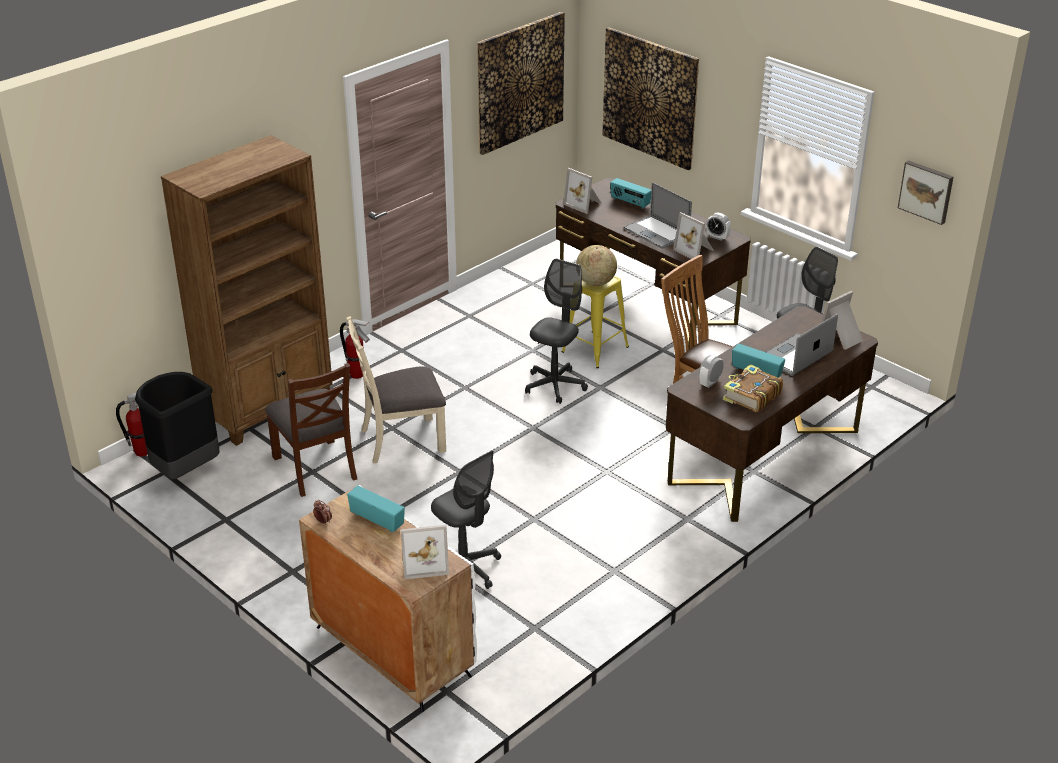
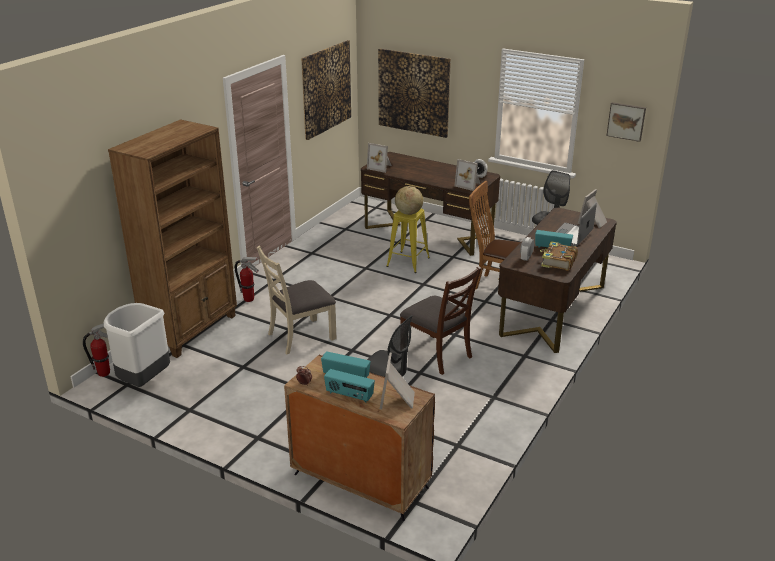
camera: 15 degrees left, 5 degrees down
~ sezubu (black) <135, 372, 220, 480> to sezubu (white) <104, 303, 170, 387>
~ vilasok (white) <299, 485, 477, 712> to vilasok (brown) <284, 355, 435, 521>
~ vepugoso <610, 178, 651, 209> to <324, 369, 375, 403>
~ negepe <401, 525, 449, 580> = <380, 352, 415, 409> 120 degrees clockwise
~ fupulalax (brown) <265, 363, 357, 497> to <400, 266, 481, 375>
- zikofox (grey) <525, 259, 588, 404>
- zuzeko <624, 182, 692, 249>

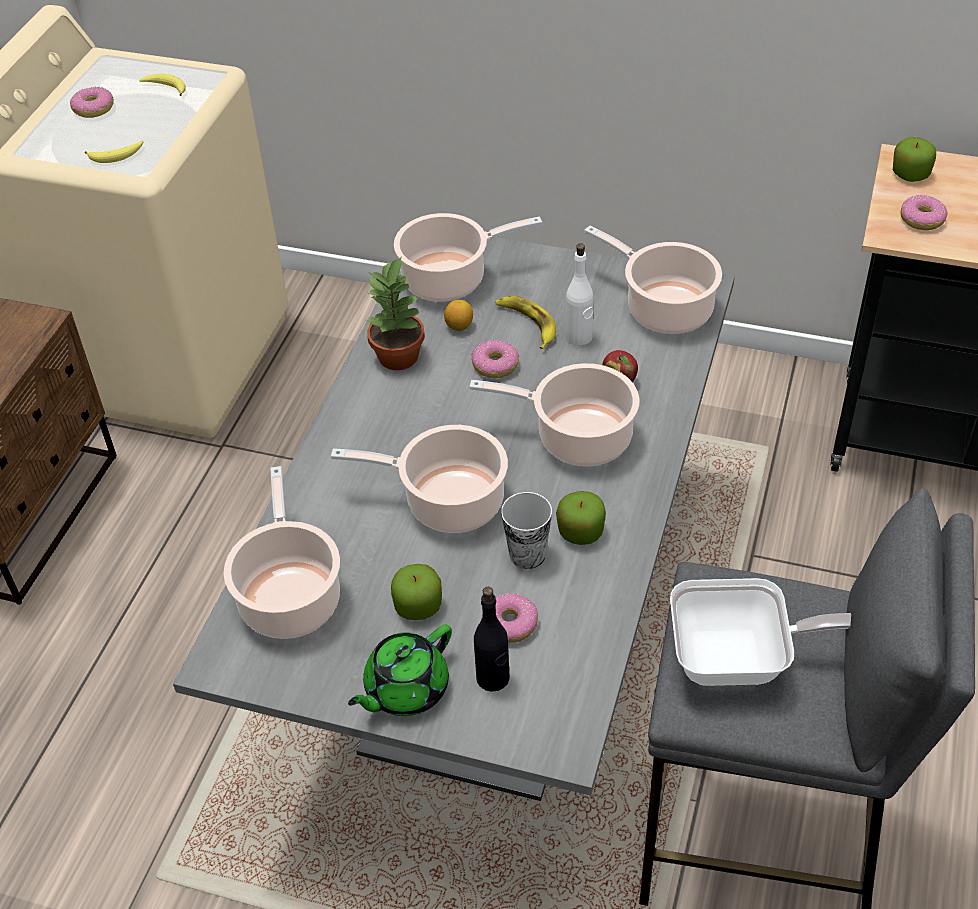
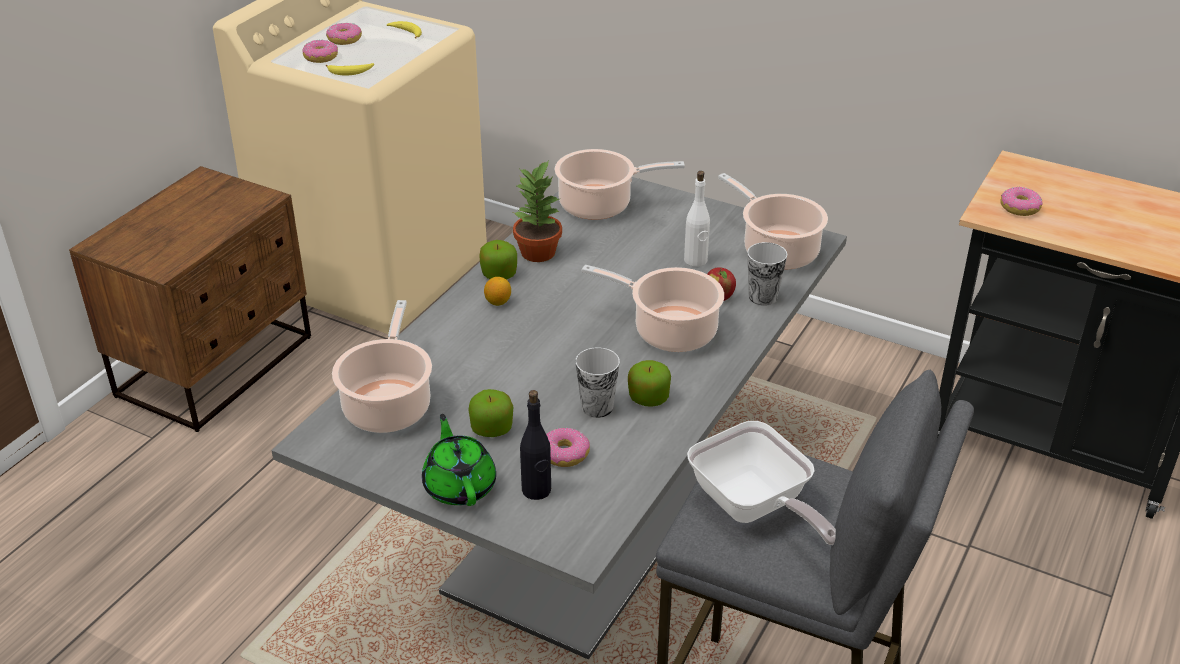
camera: 10 degrees right, 10 degrees down
~ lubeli <472, 340, 519, 378> to <302, 40, 338, 63>
~ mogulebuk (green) <348, 625, 452, 716> = <422, 414, 496, 506> 105 degrees clockwise
~ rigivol <893, 137, 936, 182> to <479, 240, 517, 279>
~ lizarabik <444, 300, 473, 331> to <484, 277, 511, 306>
~ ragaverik <670, 578, 851, 686> = <687, 421, 836, 545> 45 degrees clockwise
+ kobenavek <747, 242, 787, 306>
- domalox <331, 425, 508, 533>
- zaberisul <495, 296, 556, 349>

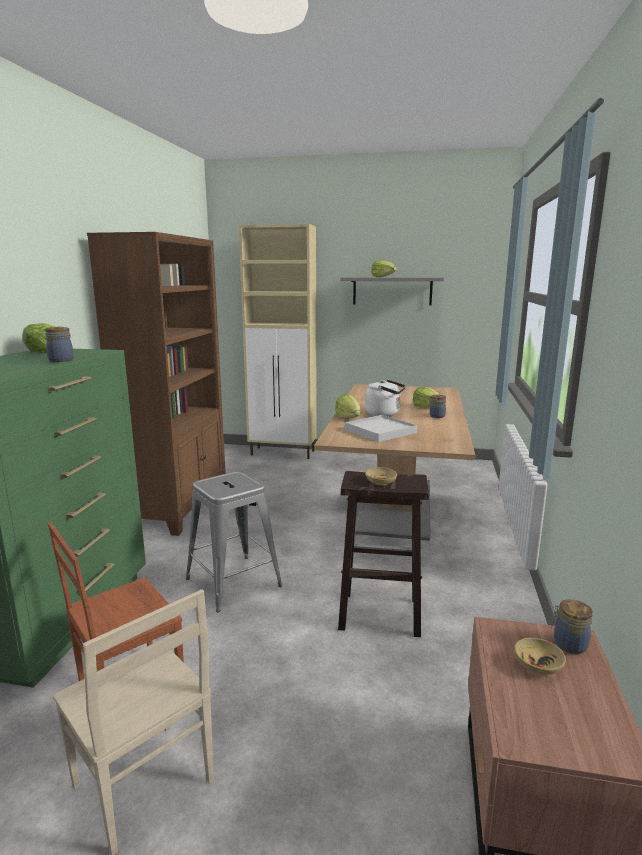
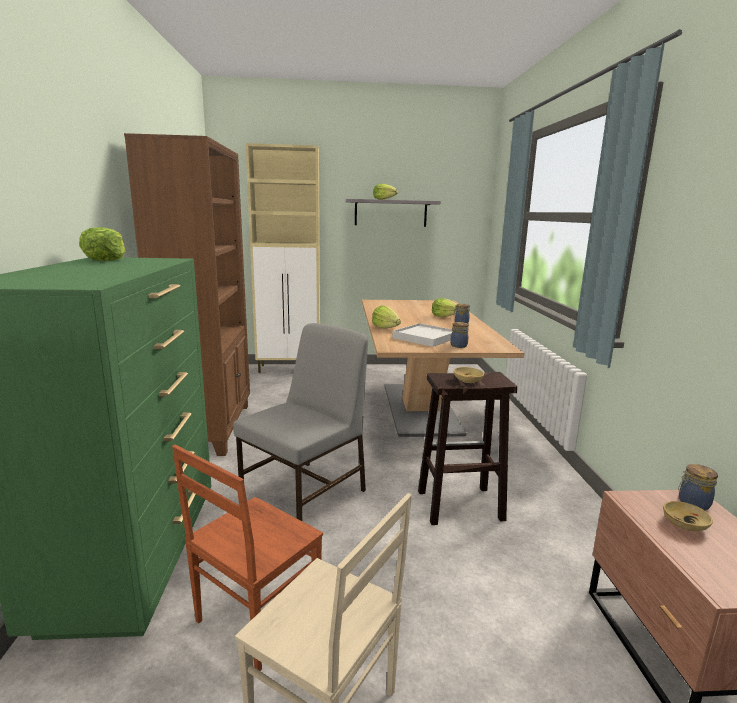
camera: 15 degrees left, 0 degrees up
~ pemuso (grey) <186, 471, 282, 612> to fupulalax (grey) <233, 323, 368, 521>
~ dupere <45, 327, 74, 362> to <451, 322, 469, 348>
- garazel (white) <365, 380, 406, 416>

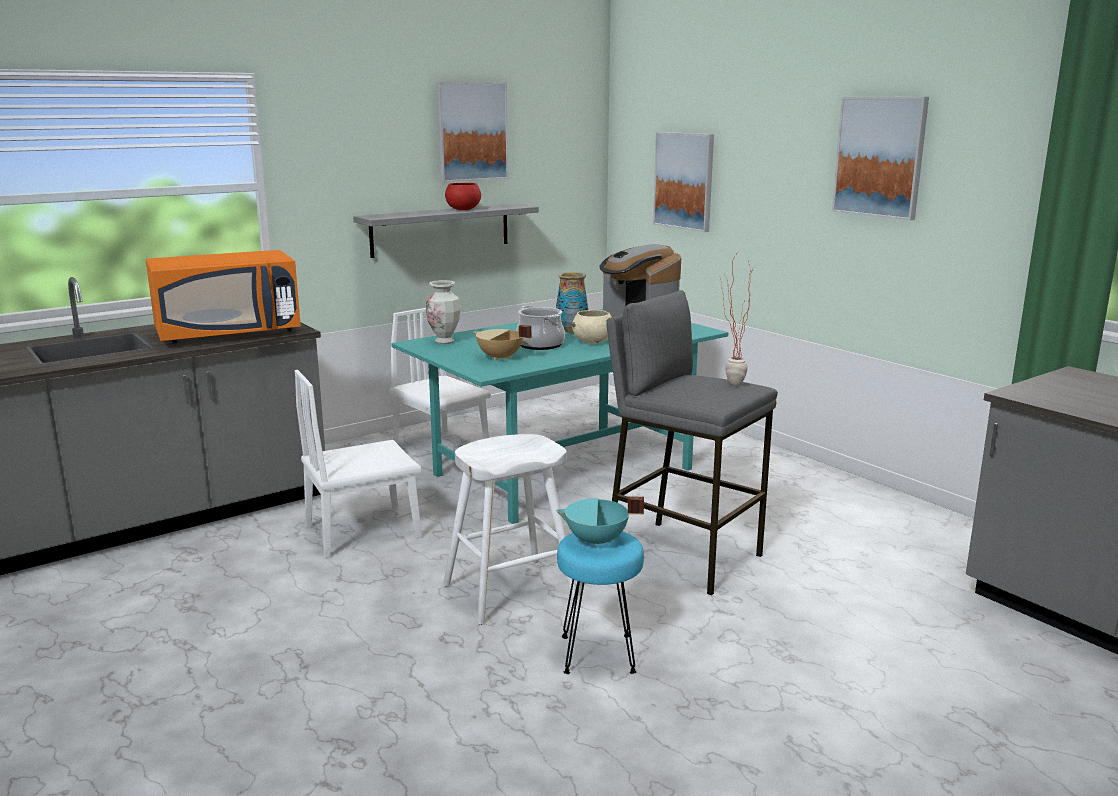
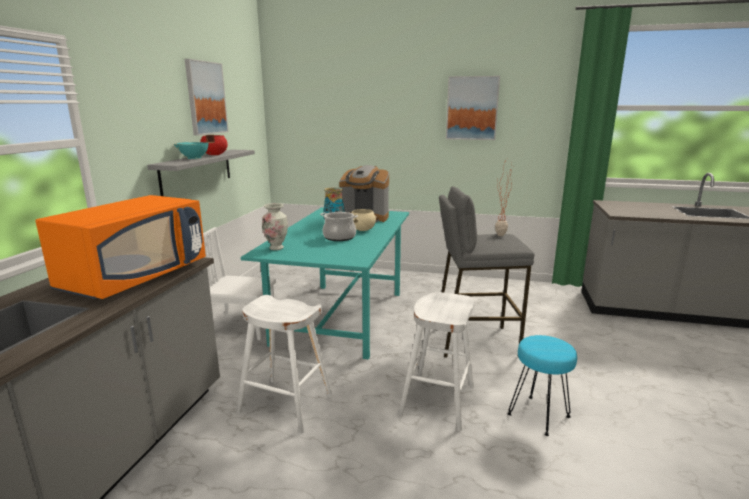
camera: 40 degrees left, 0 degrees up
~ domalox (turquoise) <556, 496, 644, 548> to <173, 135, 215, 159>
~ fupulalax (white) <295, 370, 422, 558> to pemuso (white) <236, 295, 333, 433>
- domalox (beige) <473, 325, 532, 361>
- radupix <653, 132, 714, 232>

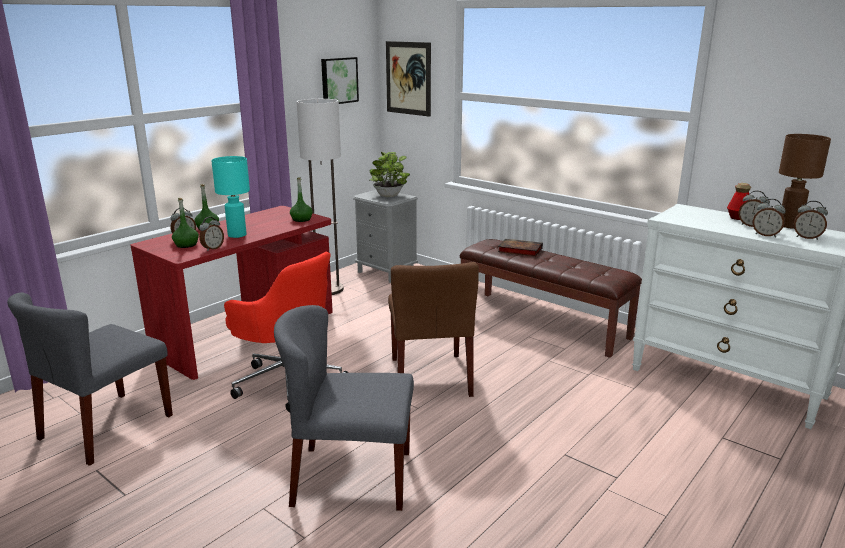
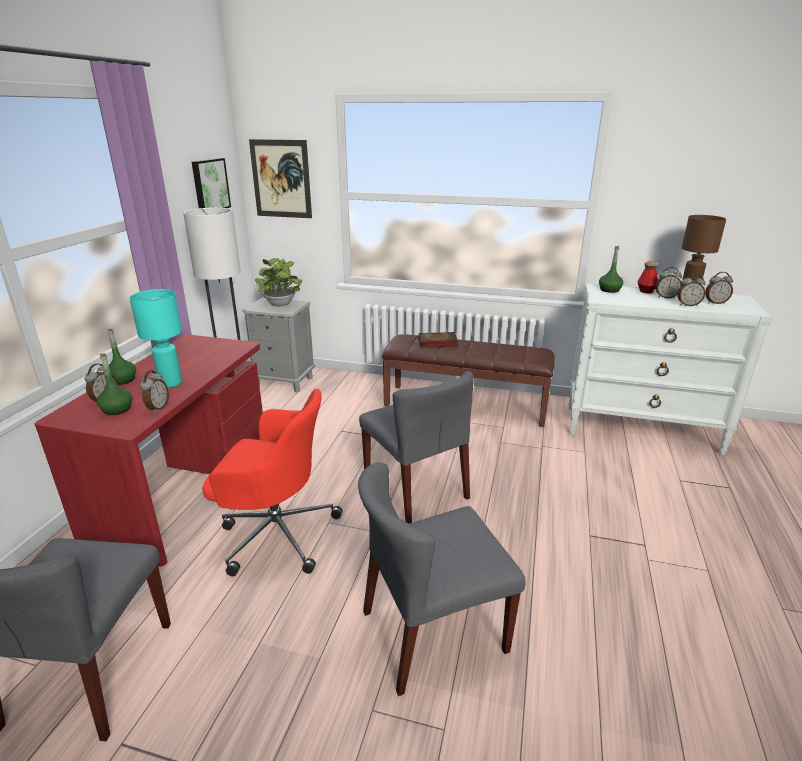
camera: 25 degrees left, 5 degrees up
~ fupulalax (brown) <388, 262, 479, 397> to fupulalax (grey) <359, 371, 474, 523>
~ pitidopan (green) <290, 177, 313, 222> to <599, 246, 624, 293>

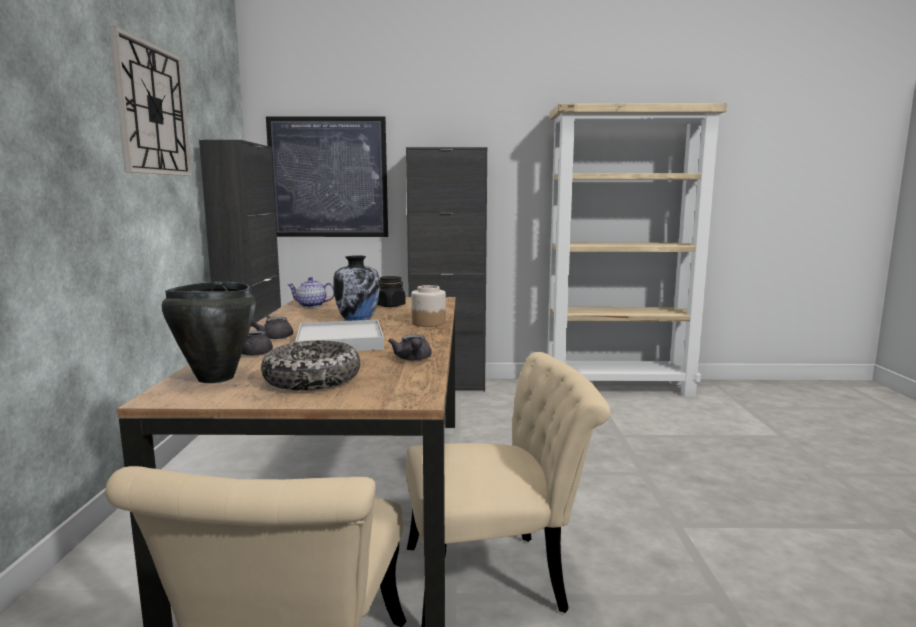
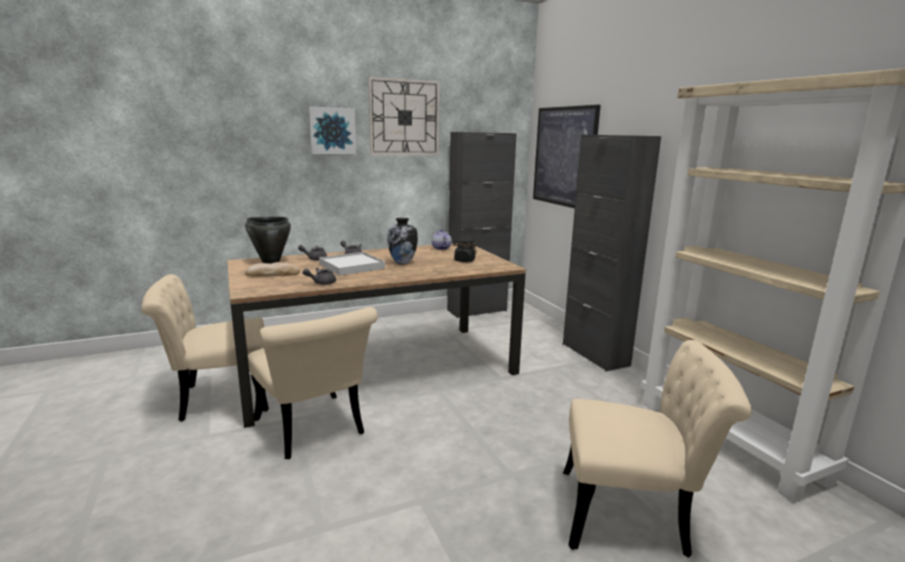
camera: 65 degrees right, 5 degrees up
~ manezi <261, 341, 360, 390> to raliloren <245, 262, 300, 277>
+ radupix <308, 107, 356, 154>
+ fupulalax (beige) <563, 340, 752, 558>
- dupere <411, 285, 446, 327>

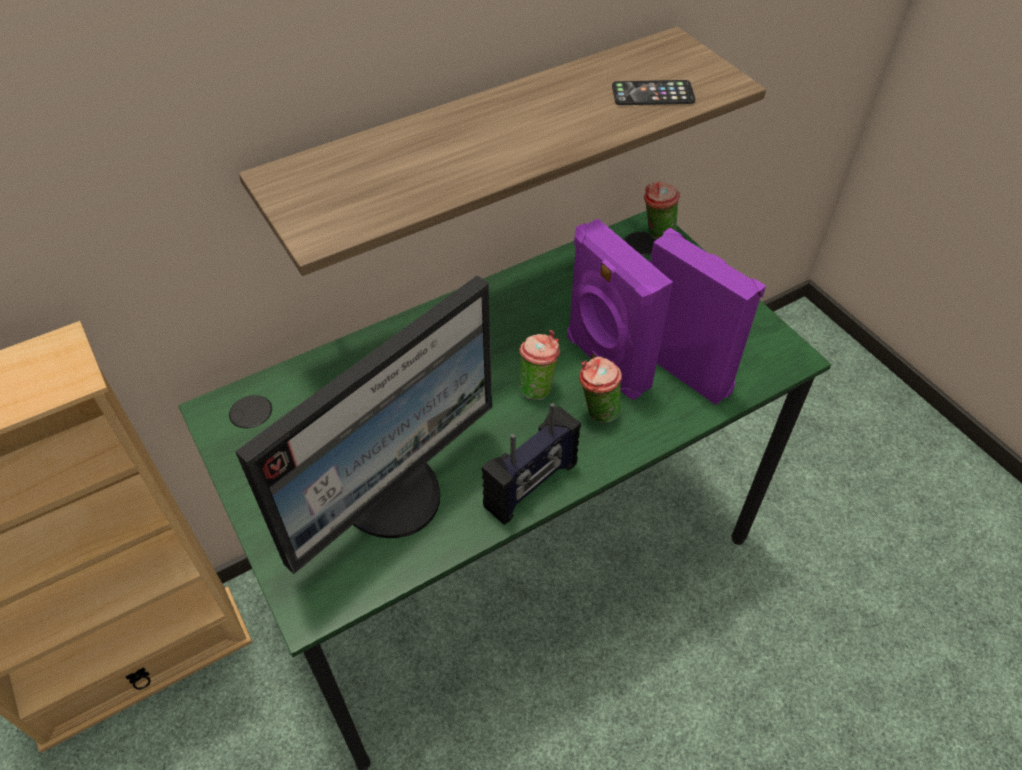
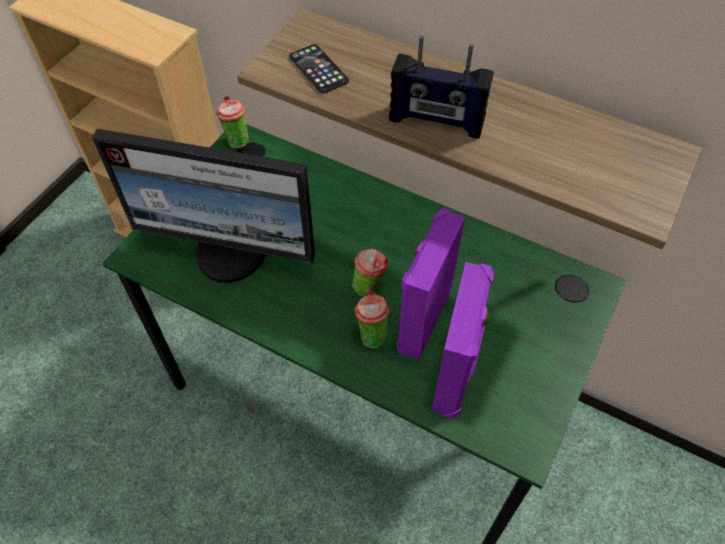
camera: 60 degrees right, 5 degrees up
~ kobenavek <644, 181, 680, 240> to <216, 96, 249, 148>
~ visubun <612, 80, 695, 105> to <289, 44, 349, 94>
~ vepugoso <482, 403, 581, 525> to <389, 35, 494, 139>

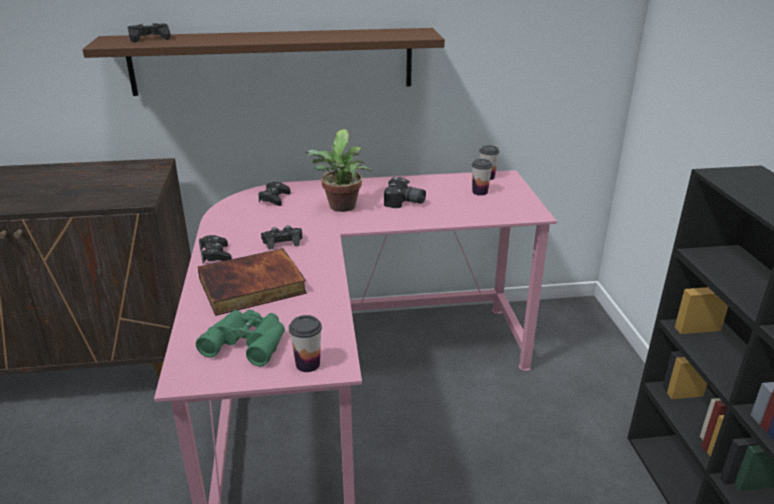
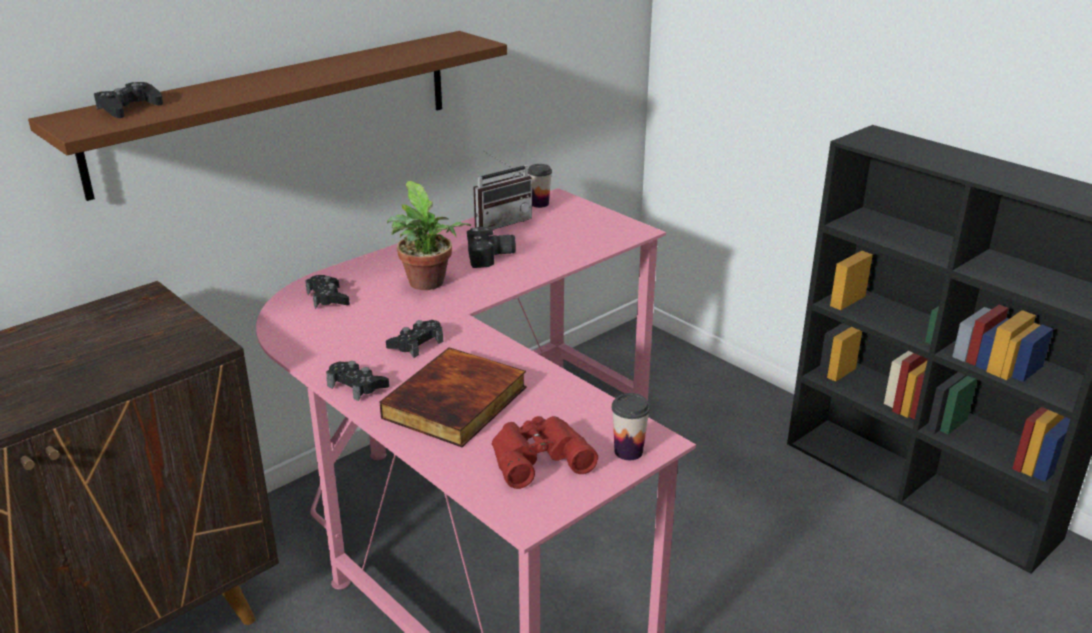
camera: 35 degrees left, 0 degrees up
+ vepugoso <474, 151, 533, 229>
~ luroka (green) <196, 310, 285, 366> to luroka (red) <492, 416, 598, 489>
- kobenavek <472, 159, 493, 196>

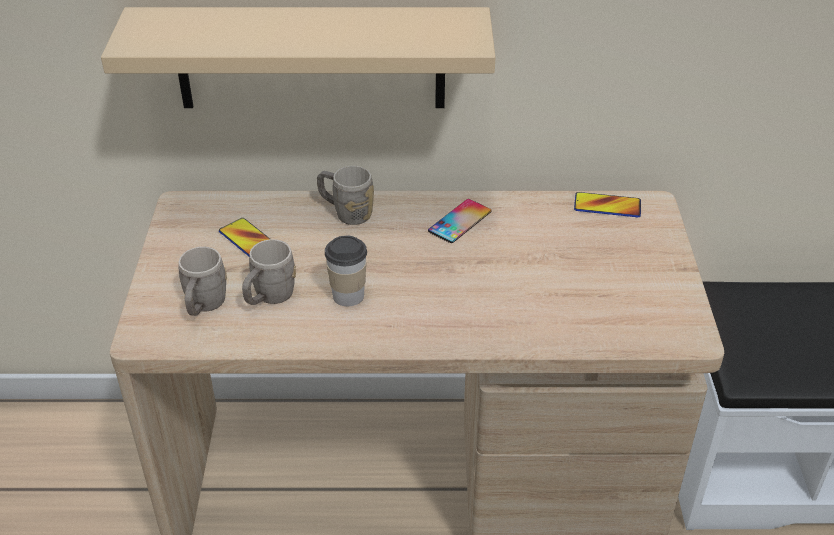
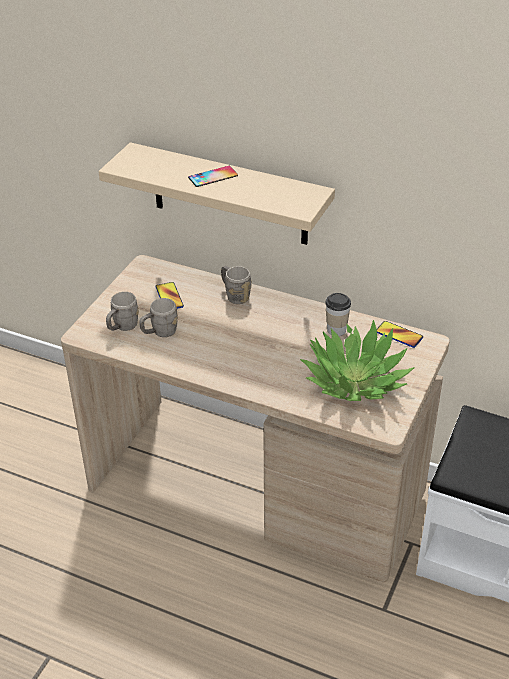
camera: 25 degrees right, 0 degrees up
~ visubun <428, 199, 492, 243> to <188, 166, 238, 187>
+ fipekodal <300, 320, 415, 401>
~ kobenavek <325, 235, 367, 306> to <325, 293, 351, 336>

